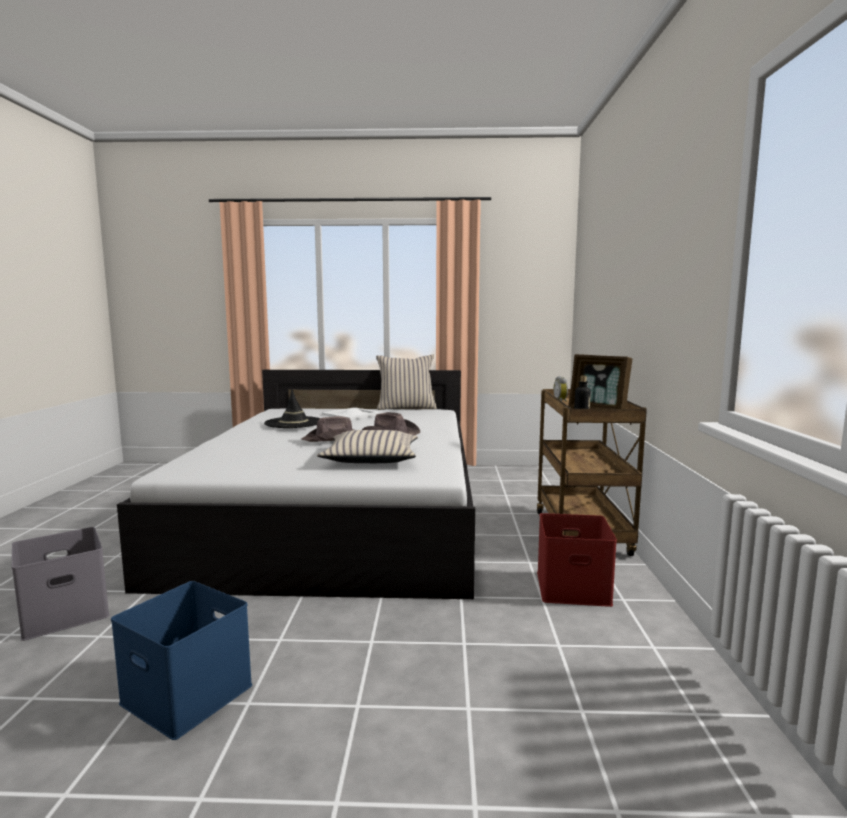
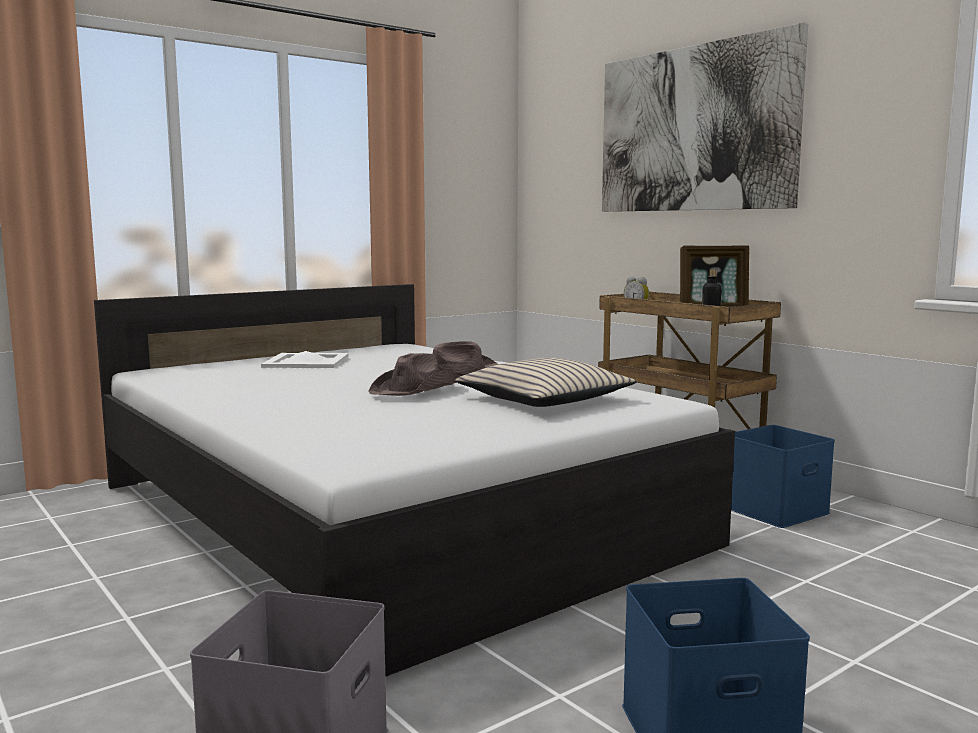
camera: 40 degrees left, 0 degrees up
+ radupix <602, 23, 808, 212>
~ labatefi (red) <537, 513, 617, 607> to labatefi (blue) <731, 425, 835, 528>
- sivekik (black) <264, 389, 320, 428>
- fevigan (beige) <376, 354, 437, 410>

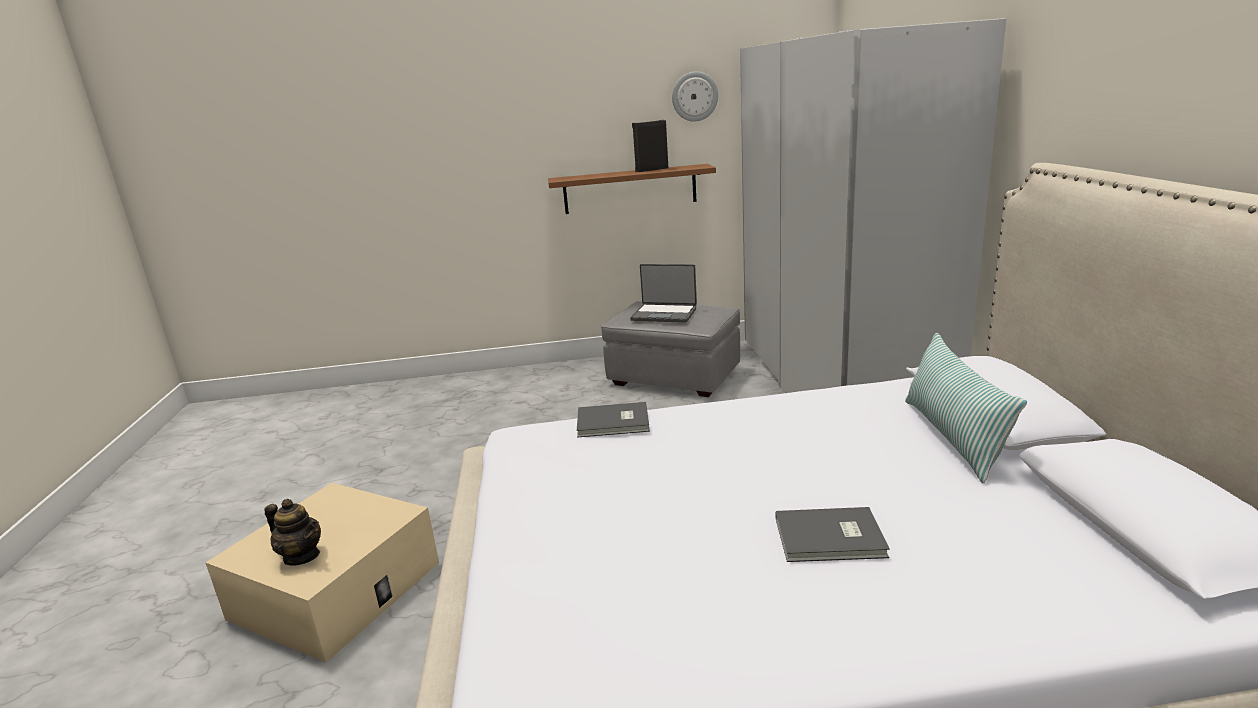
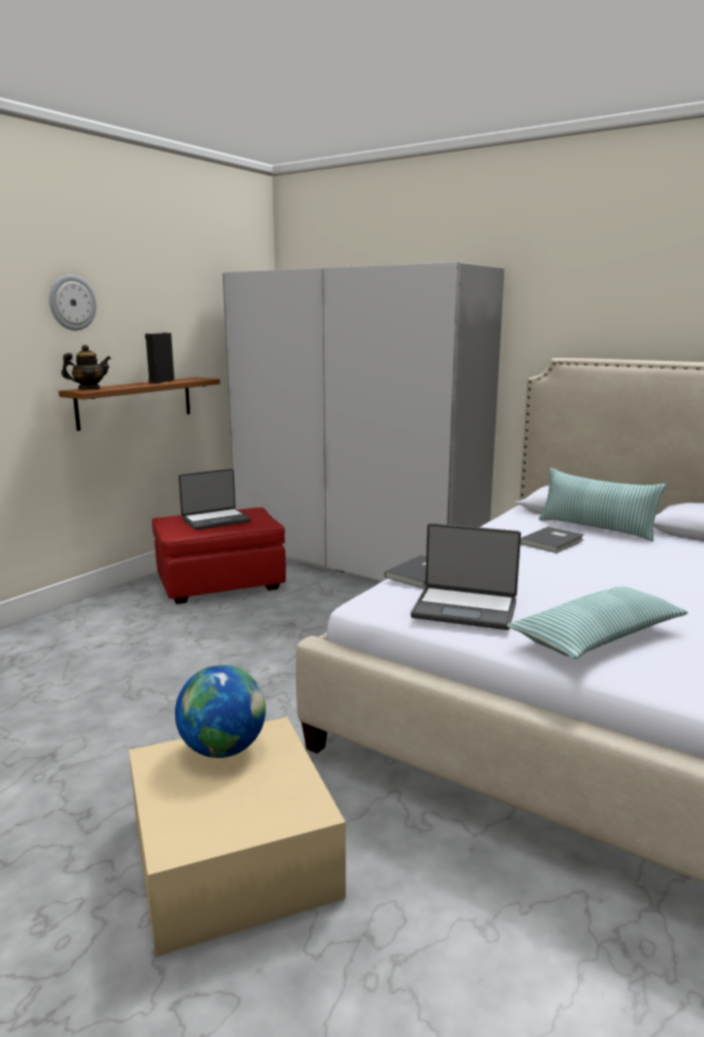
camera: 50 degrees left, 5 degrees down
~ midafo <672, 71, 718, 122> to <49, 275, 97, 331>
~ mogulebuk <264, 499, 321, 566> to <61, 345, 111, 389>
~ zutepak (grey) <601, 301, 740, 397> to zutepak (red) <152, 507, 286, 604>
+ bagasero <175, 665, 266, 758>
+ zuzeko <411, 523, 521, 630>
+ fevigan <507, 586, 688, 659>
~ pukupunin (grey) <775, 507, 890, 562> to <520, 527, 584, 553>

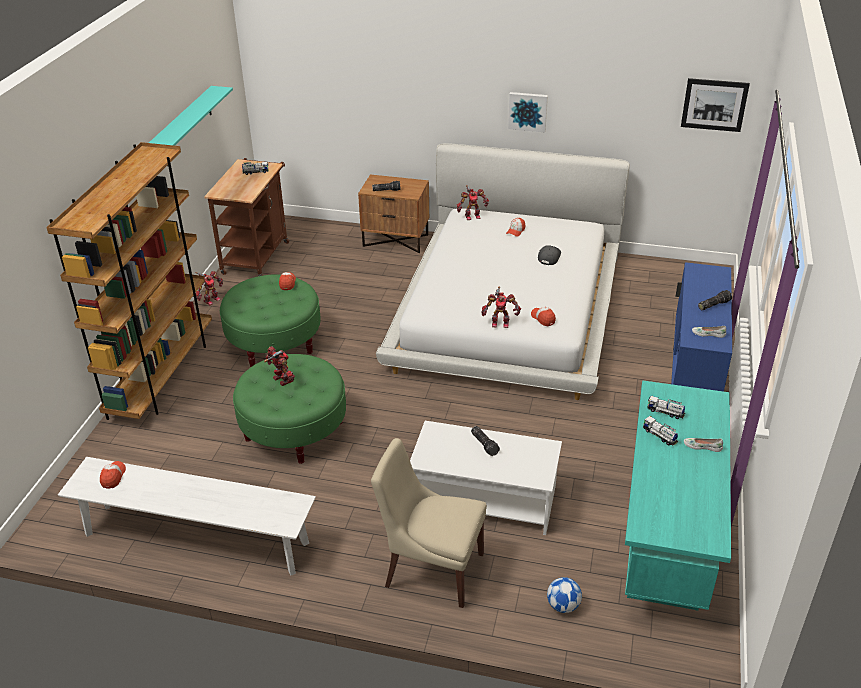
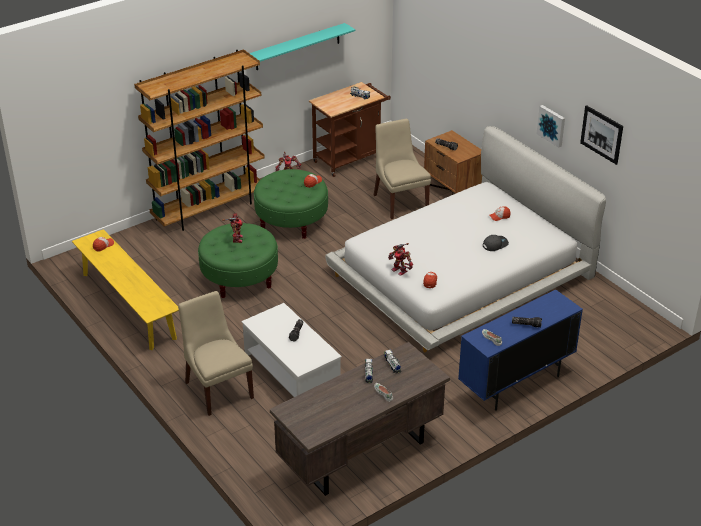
camera: 40 degrees right, 0 degrees up
~ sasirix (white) <58, 457, 316, 575> to sasirix (yellow) <72, 229, 179, 350>
~ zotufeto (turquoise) <625, 380, 731, 611> to zotufeto (brown) <270, 342, 450, 496>
+ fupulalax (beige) <374, 118, 431, 219>
~ radupix <681, 78, 750, 132> to <580, 105, 623, 165>
- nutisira <457, 185, 489, 220>
- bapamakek <547, 577, 582, 613>

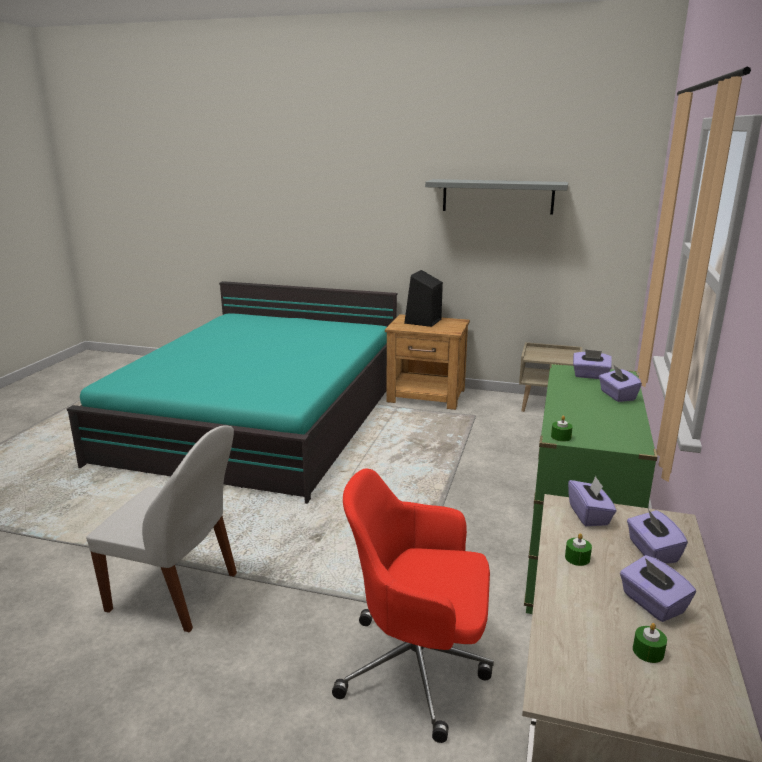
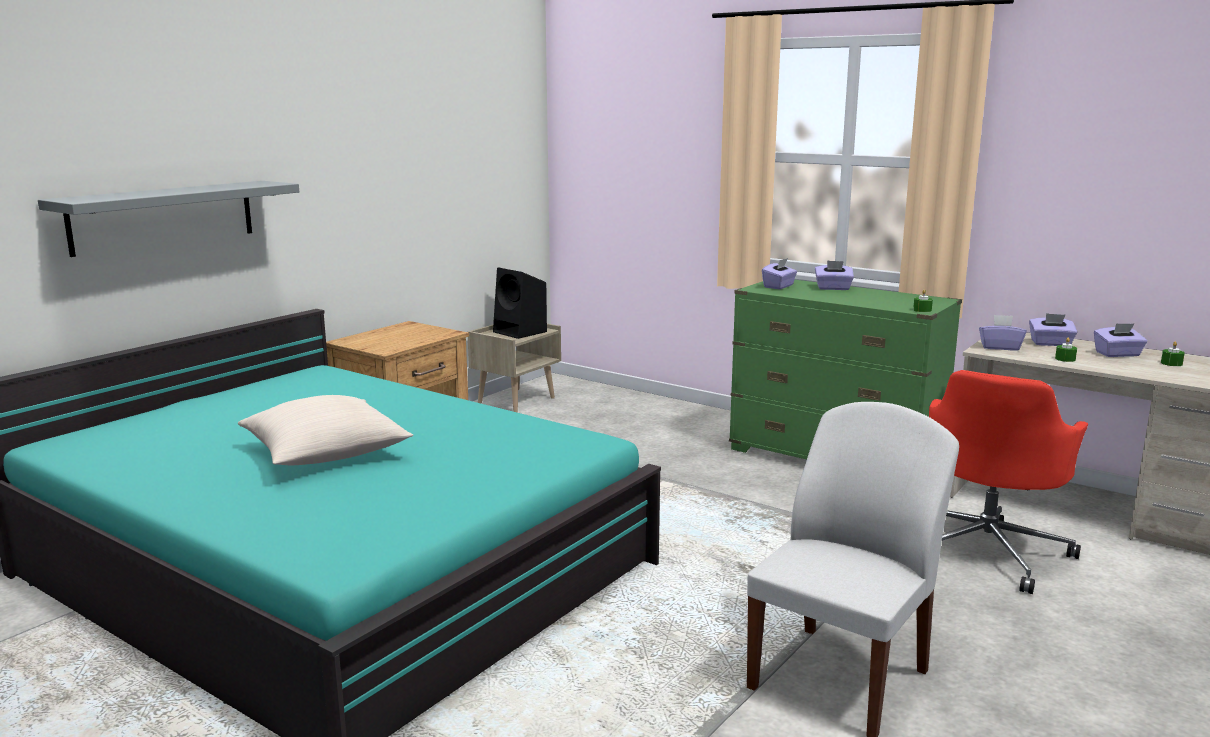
camera: 70 degrees left, 5 degrees down
~ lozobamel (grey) <425, 179, 568, 215> to <38, 181, 299, 257>
+ fevigan (beige) <238, 395, 413, 465>
~ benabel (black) <404, 270, 443, 327> to <493, 267, 547, 339>

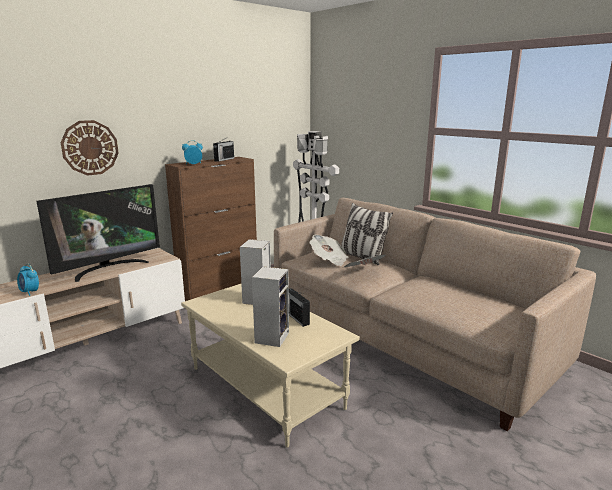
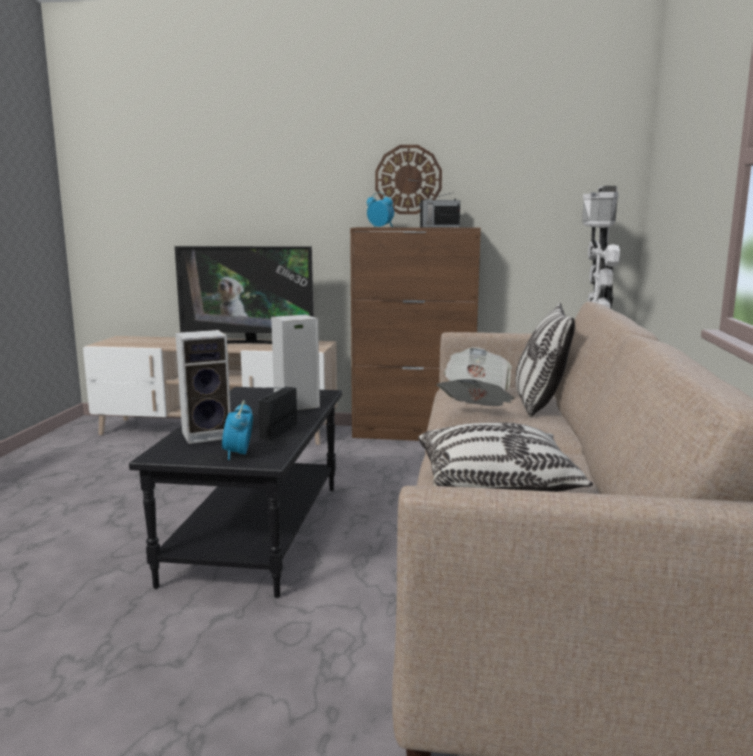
camera: 50 degrees right, 5 degrees down
~ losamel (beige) <181, 284, 360, 448> to losamel (black) <129, 387, 342, 598>
~ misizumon <17, 263, 39, 296> to <222, 400, 253, 460>
~ midafo <60, 120, 119, 176> to <375, 145, 442, 214>
+ fevigan <418, 423, 593, 492>

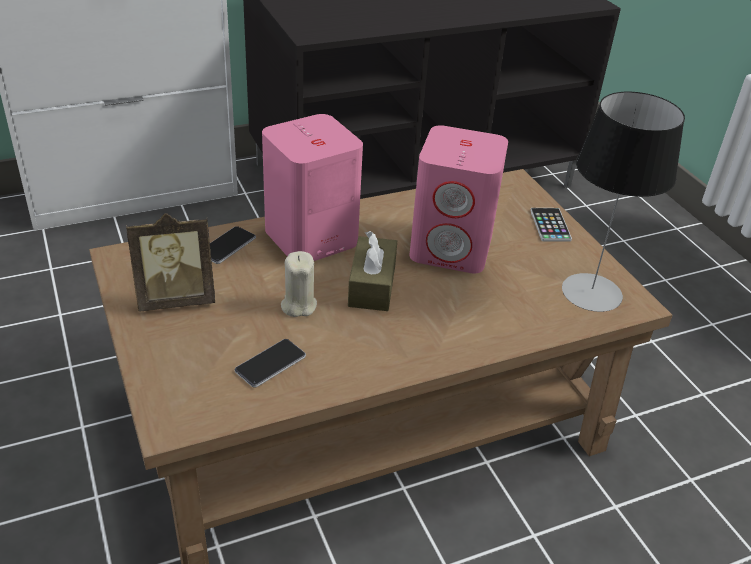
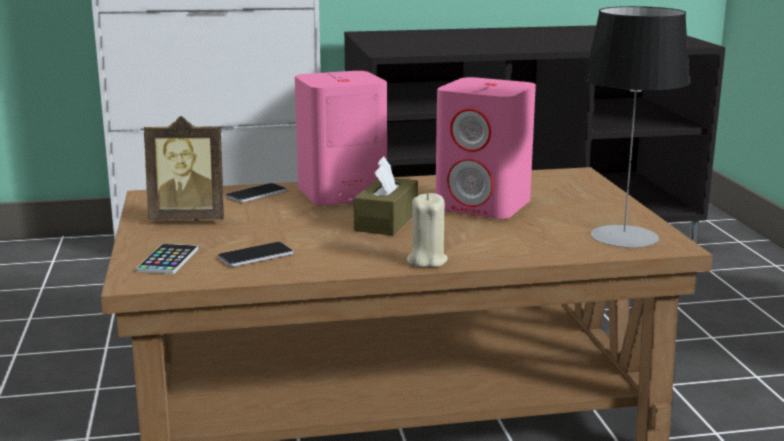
camera: 15 degrees right, 20 degrees down
~ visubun <530, 208, 572, 242> to <136, 244, 198, 274>
~ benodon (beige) <281, 251, 317, 317> to <407, 193, 448, 267>

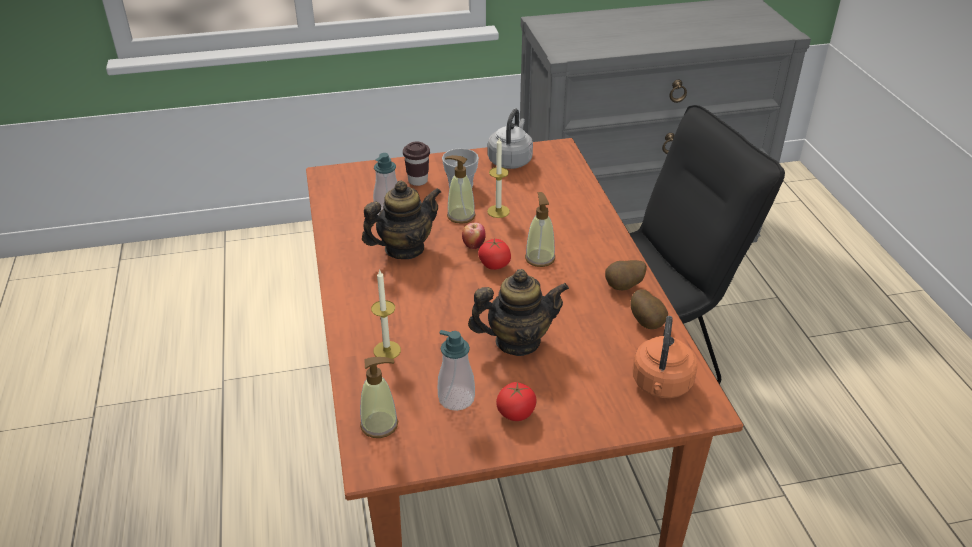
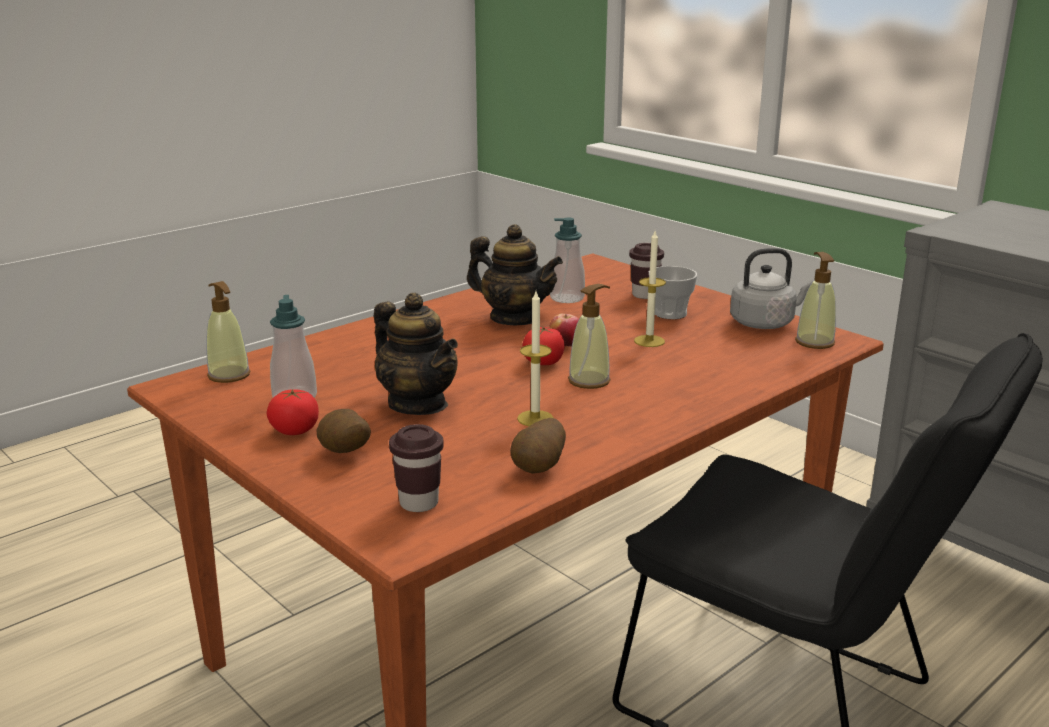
camera: 60 degrees right, 15 degrees down
~ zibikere <605, 260, 647, 290> to <316, 409, 371, 453>
~ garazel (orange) <632, 316, 698, 398> to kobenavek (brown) <389, 424, 444, 512>
~ benodon <371, 270, 401, 359> to <517, 291, 553, 426>
~ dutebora <445, 155, 476, 224> to <795, 252, 836, 349>

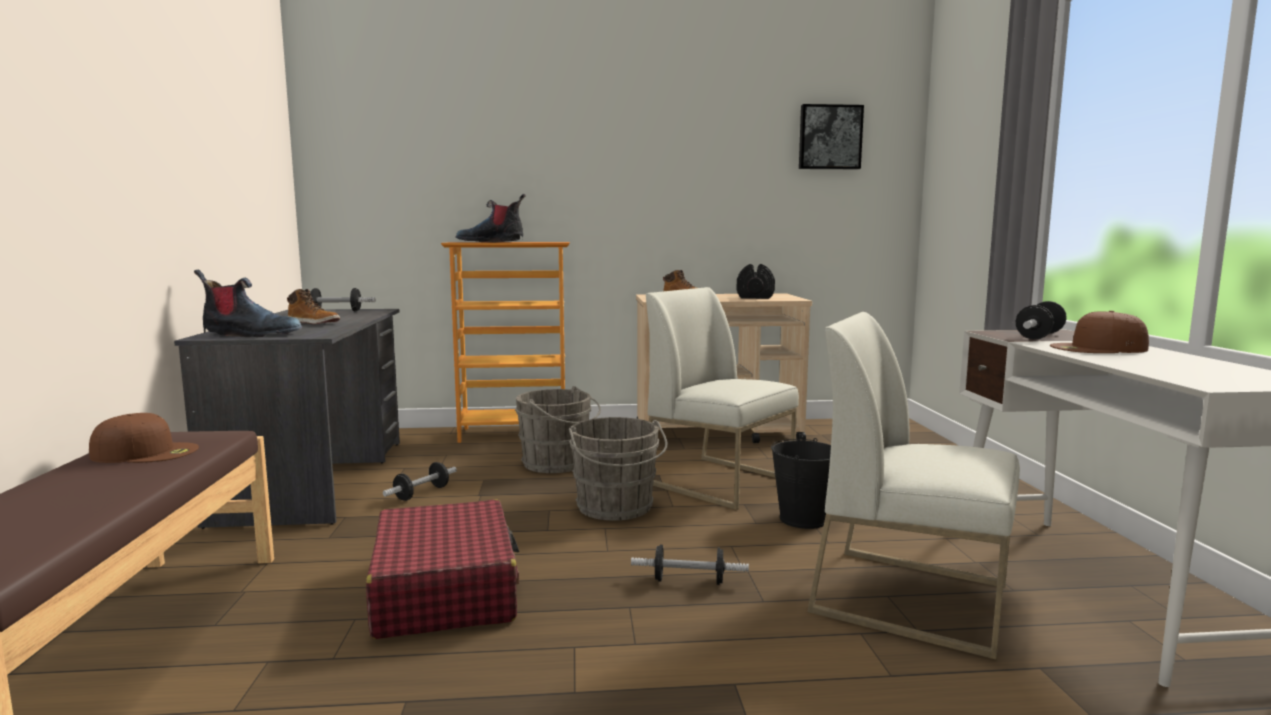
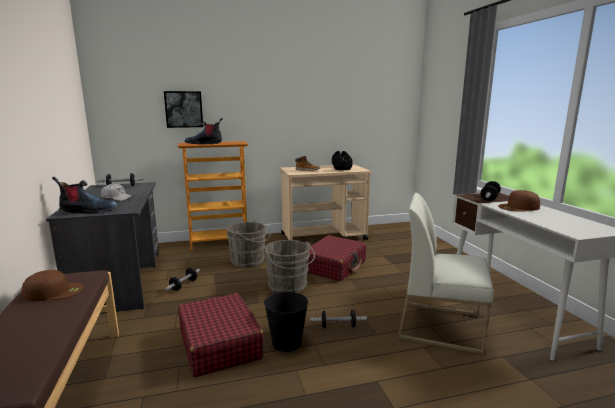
camera: 10 degrees left, 5 degrees up
~ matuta <287, 289, 340, 325> to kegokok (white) <101, 183, 134, 201>
~ radupix <799, 104, 864, 169> to <164, 91, 203, 128>
~ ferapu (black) <771, 438, 831, 529> to <264, 290, 308, 352>
~ fupulalax (white) <646, 287, 799, 510> to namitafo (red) <307, 235, 366, 281>

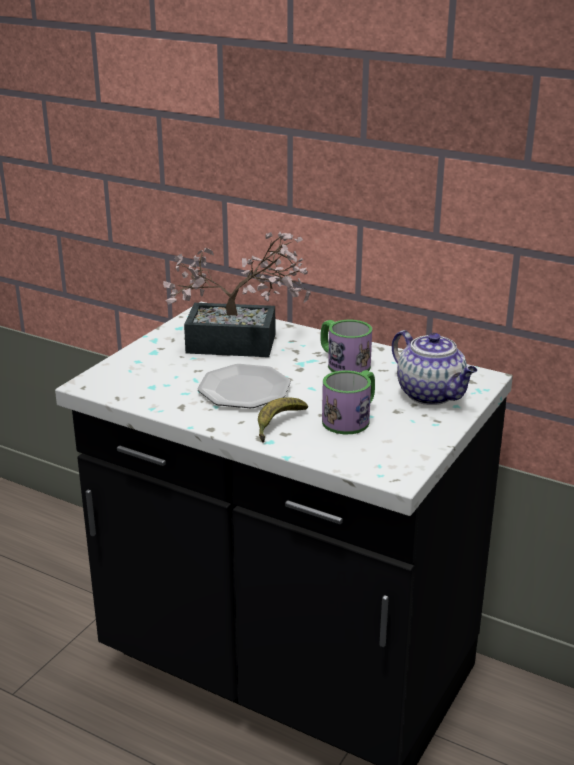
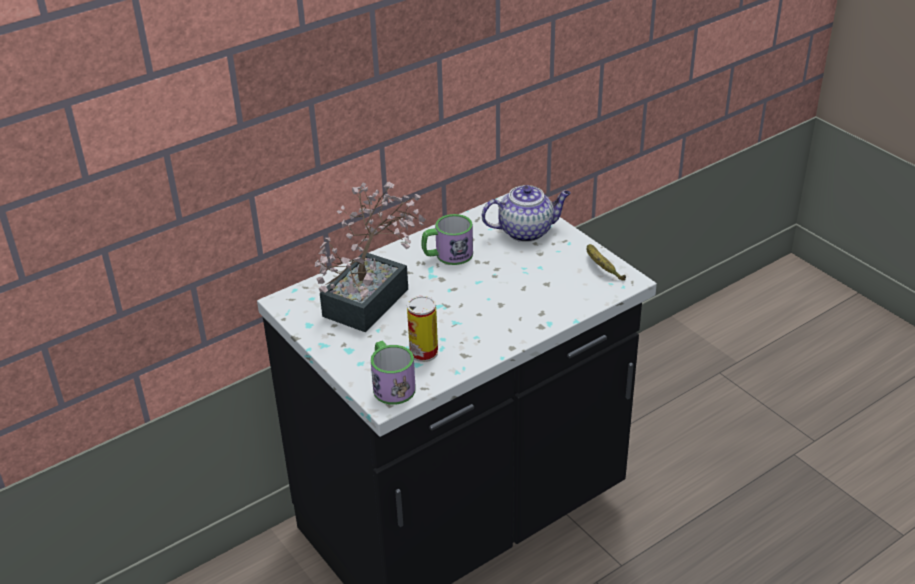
camera: 65 degrees left, 10 degrees up
~ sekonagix <322, 370, 375, 434> to <371, 340, 416, 405>
+ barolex <407, 296, 438, 362>
~ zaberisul <258, 397, 308, 443> to <587, 244, 626, 281>
- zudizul <197, 364, 291, 408>

